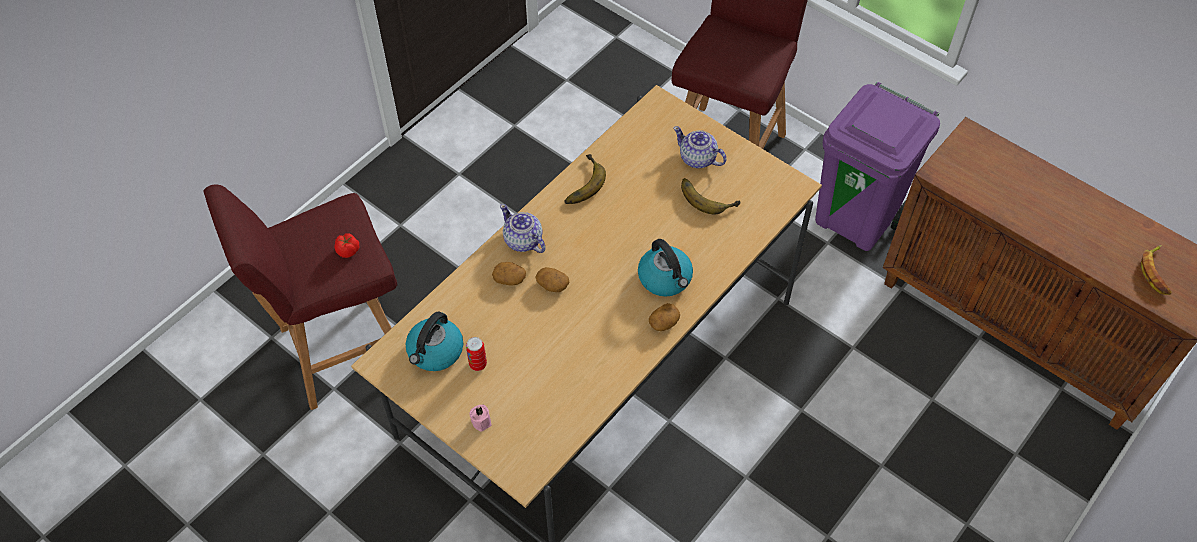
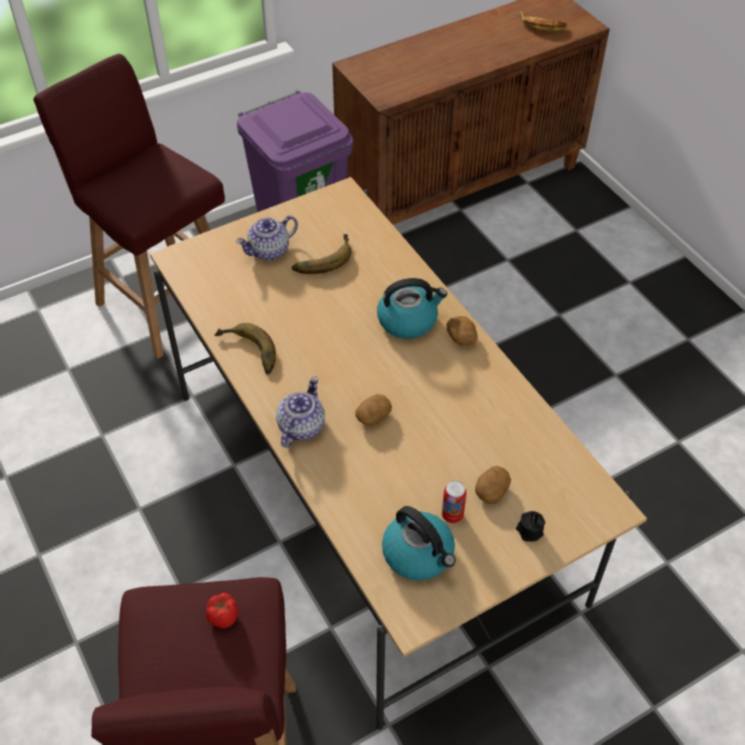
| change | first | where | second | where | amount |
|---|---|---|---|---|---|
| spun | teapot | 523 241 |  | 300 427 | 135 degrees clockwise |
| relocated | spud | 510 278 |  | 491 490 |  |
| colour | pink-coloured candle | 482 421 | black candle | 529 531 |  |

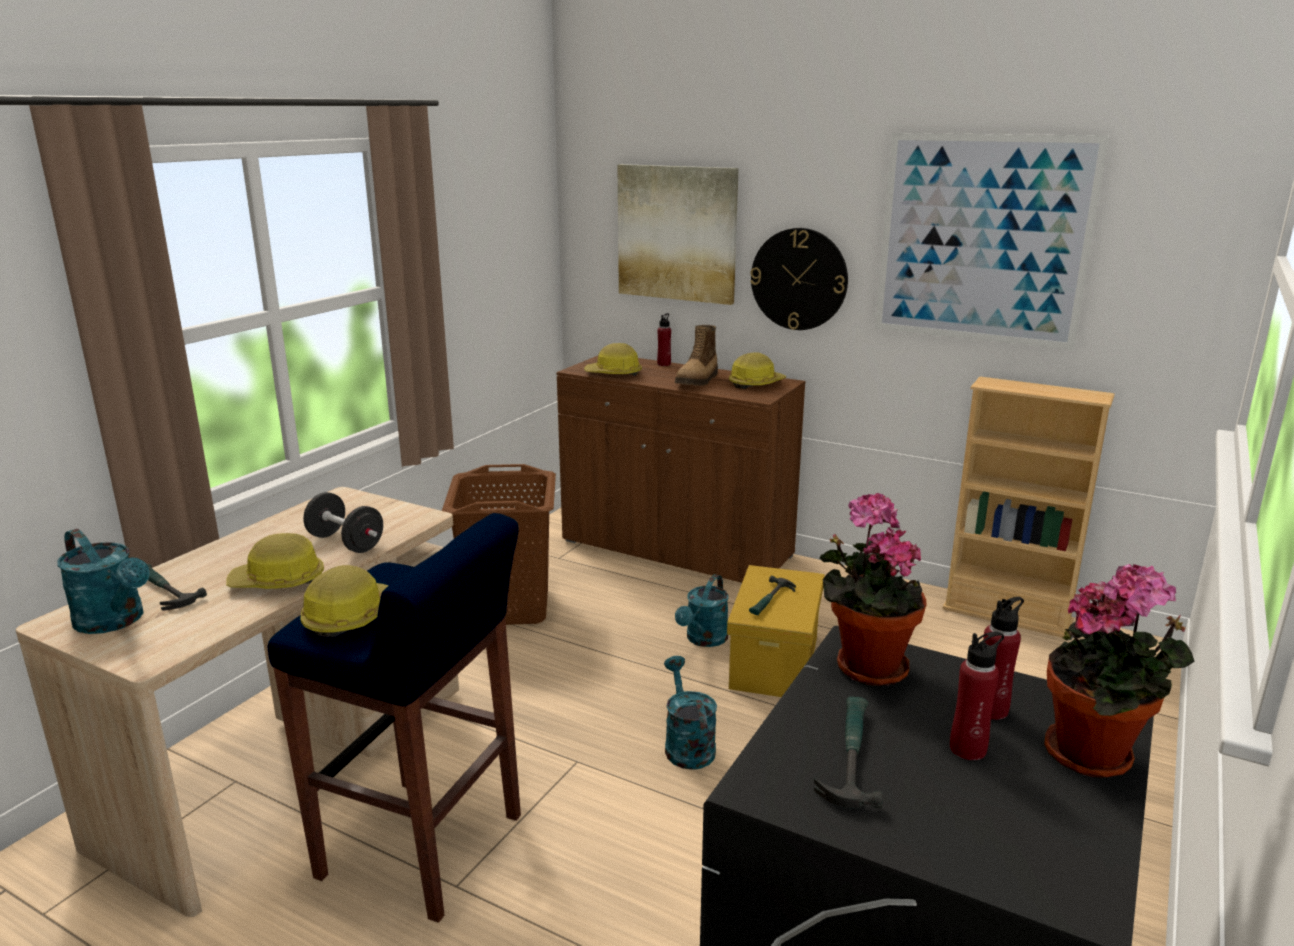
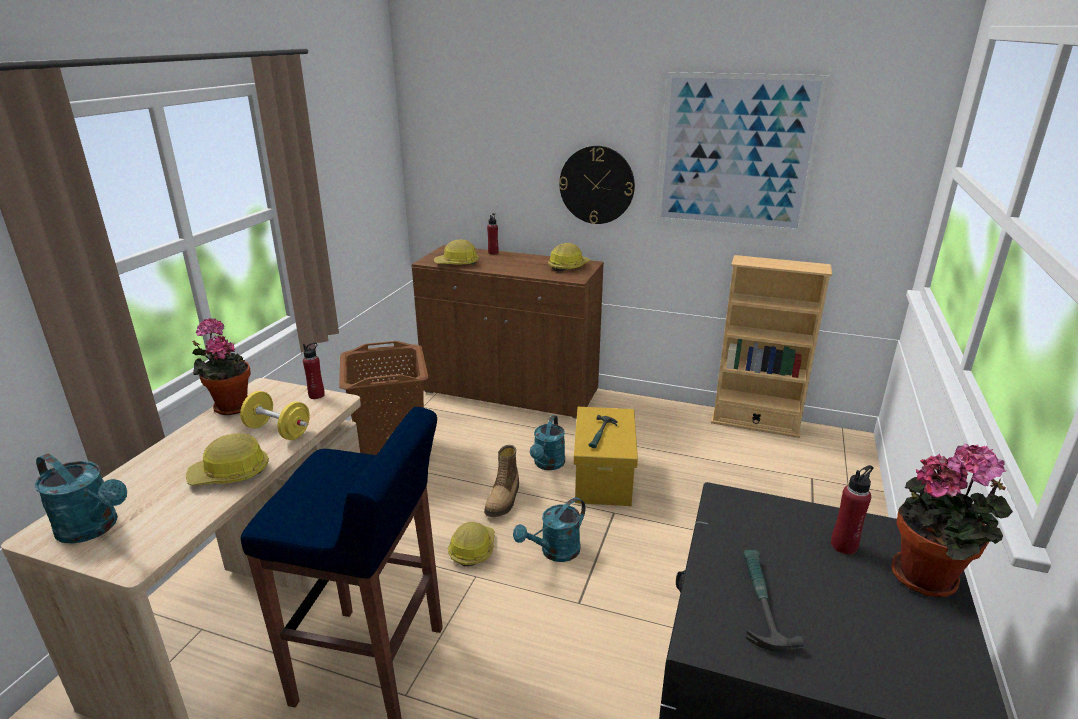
| change | first | where | second | where | amount |
|---|---|---|---|---|---|
| missing | picture | 677 233 |  |  |  |
| relocated | boot | 698 381 |  | 503 500 |  |
| colour | black dumbbell | 345 543 | yellowish dumbbell | 278 431 |  |
| relocated | plant in a pot | 865 666 |  | 230 406 |  |
| missing | hammer | 164 591 |  |  |  |
| relocated | safety helmet | 349 616 |  | 472 549 |  |
| relocated | reddish bottle | 968 749 |  | 316 395 |  |
| spun | turquoise-coloured sprinkling can | 686 745 |  | 554 552 | 105 degrees counterclockwise |

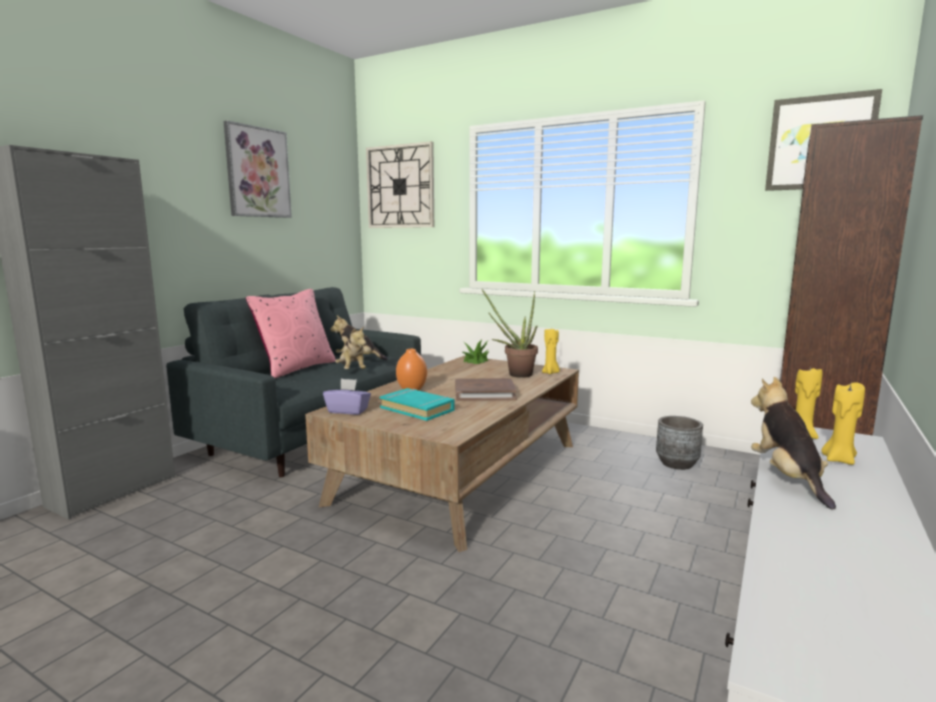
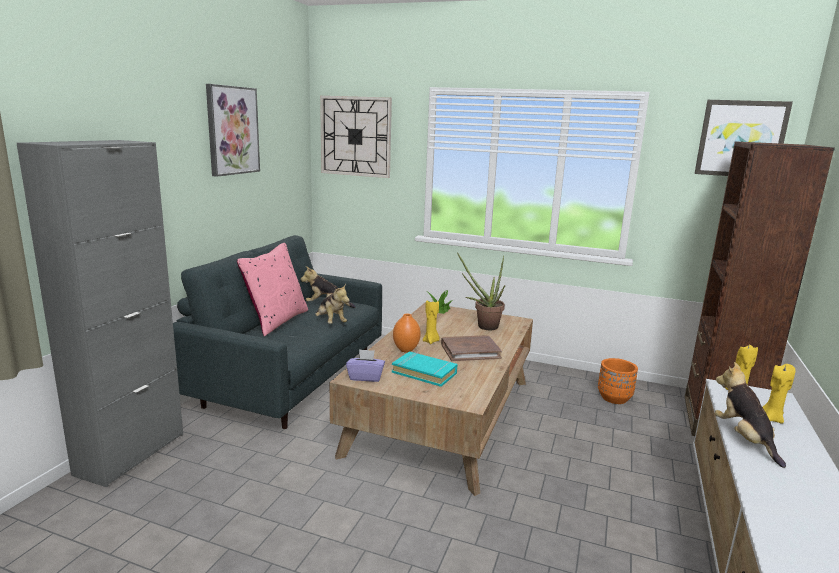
| change | first | where | second | where | amount |
|---|---|---|---|---|---|
| relocated | yellowish candle | 550 373 |  | 431 341 |  |
| colour | grey flower pot | 677 464 | orangey flower pot | 614 398 |  |

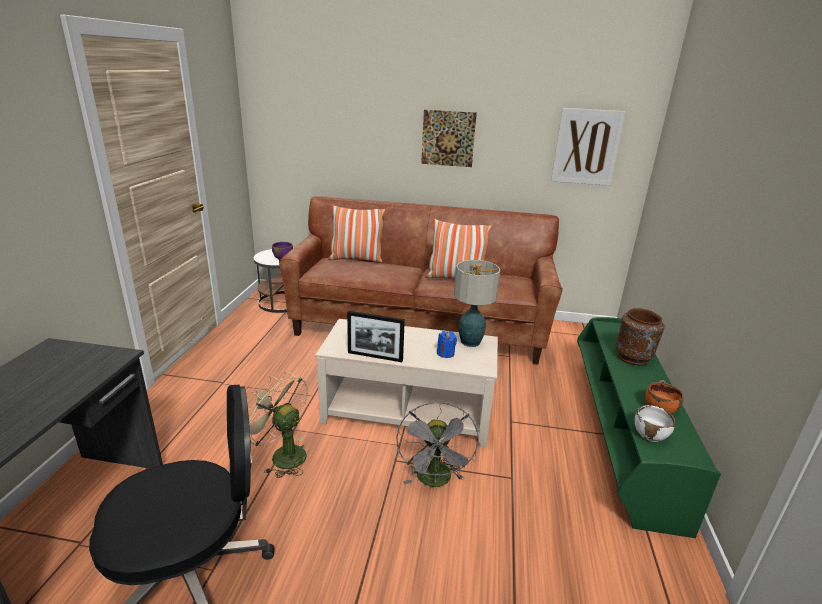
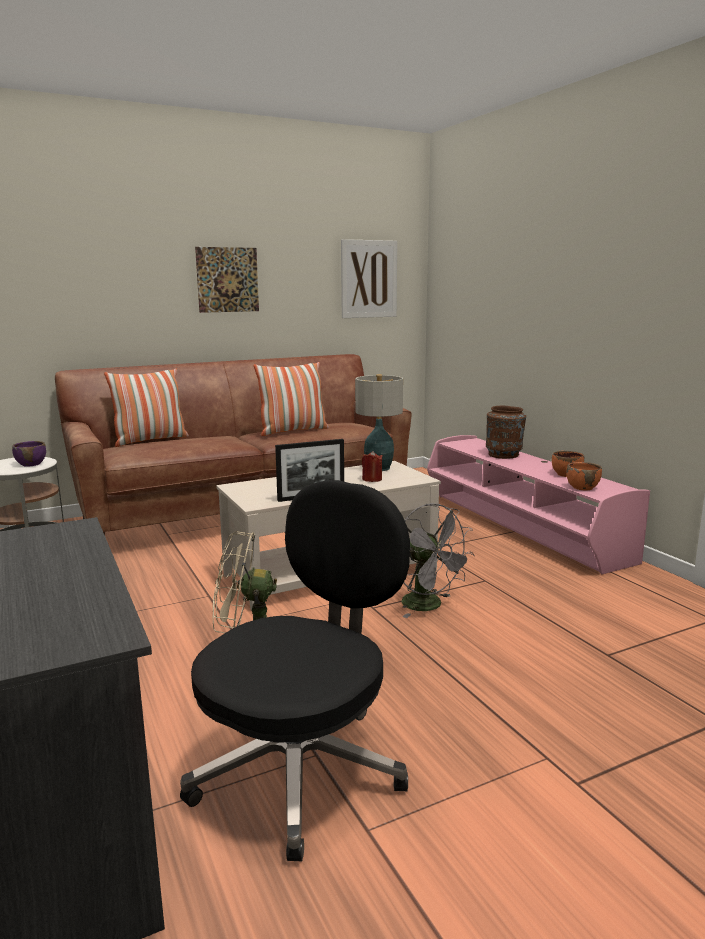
| change | first | where | second | where | amount |
|---|---|---|---|---|---|
| colour | green tv unit | 620 432 | pink-coloured tv unit | 520 527 |  |
| colour | blue candle | 445 353 | reddish candle | 372 479 |  |
| colour | white-coloured deep dish | 650 435 | orangey deep dish | 582 487 |  |

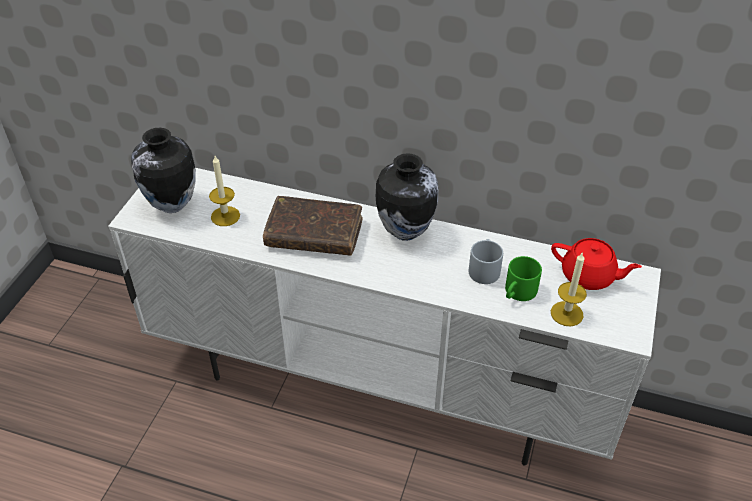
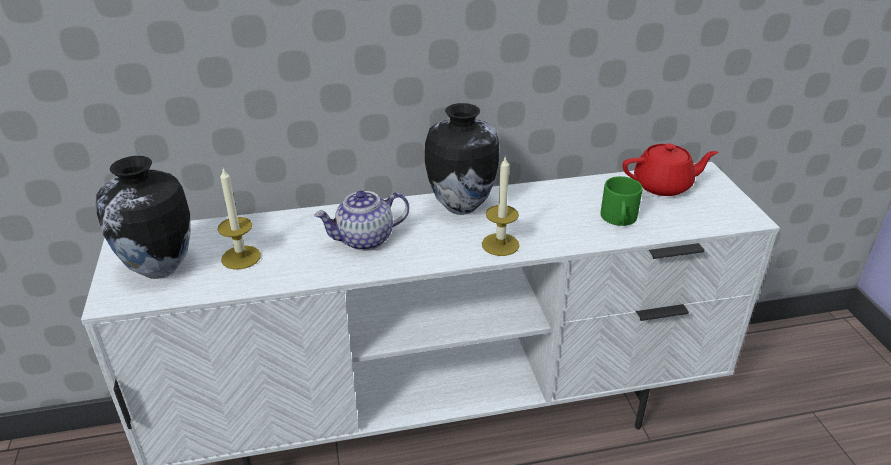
| change | first | where | second | where | amount |
|---|---|---|---|---|---|
| exchanged | brown bound book | 314 234 | teapot | 364 240 |  |
| missing | grey tea mug | 484 268 |  |  |  |
| relocated | candle | 566 313 |  | 500 244 |  |

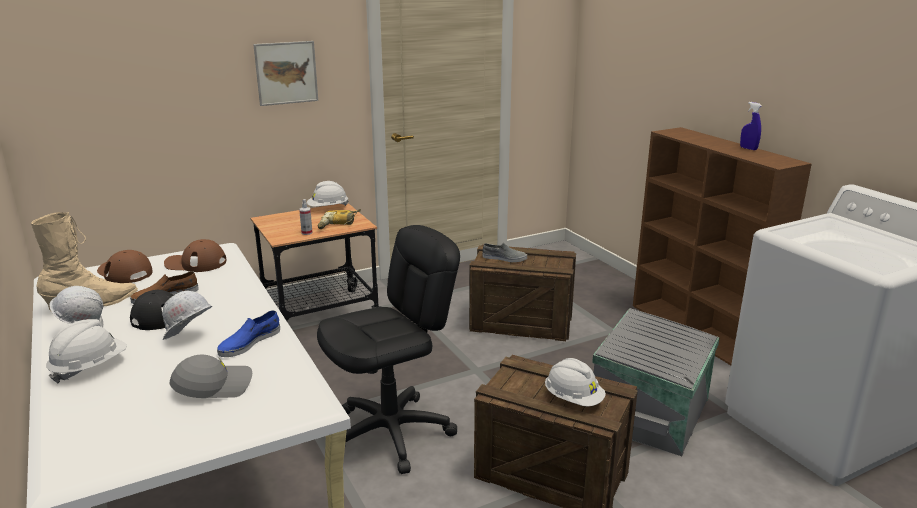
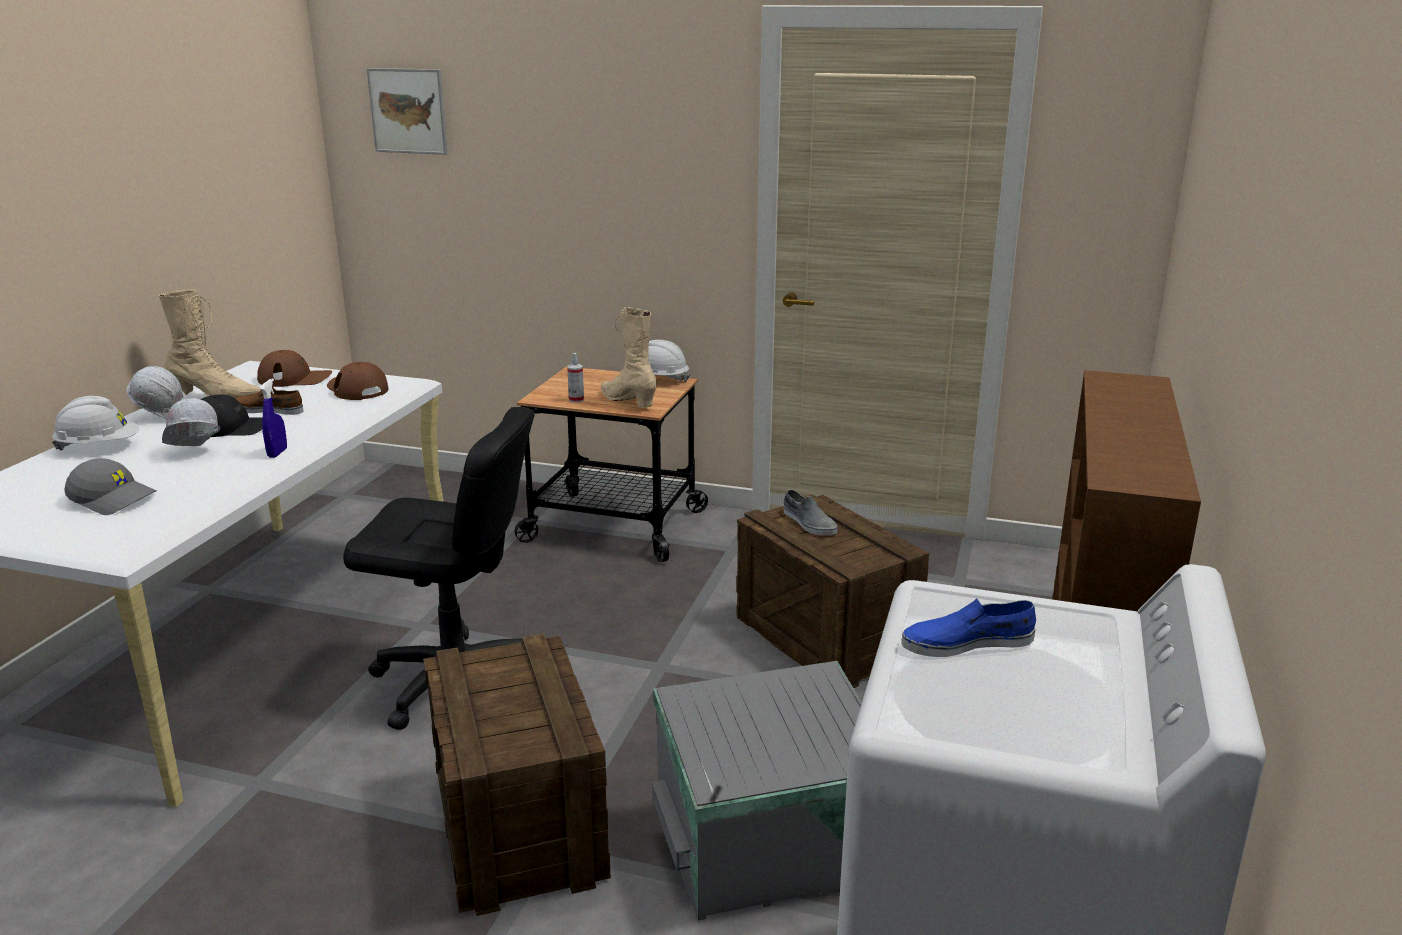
| change | first | where | second | where | amount |
|---|---|---|---|---|---|
| relocated | picture | 286 73 |  | 408 111 |  |
| relocated | blue sprayer | 748 148 |  | 277 453 |  |
| exchanged | drill | 339 224 | beige-coloured boot | 628 401 |  |
| spun | brown peaked cap | 124 273 |  | 295 378 | 90 degrees clockwise |
| relocated | blue shoe | 249 342 |  | 966 642 |  |
| missing | white-coloured safety helmet | 573 399 |  |  |  |

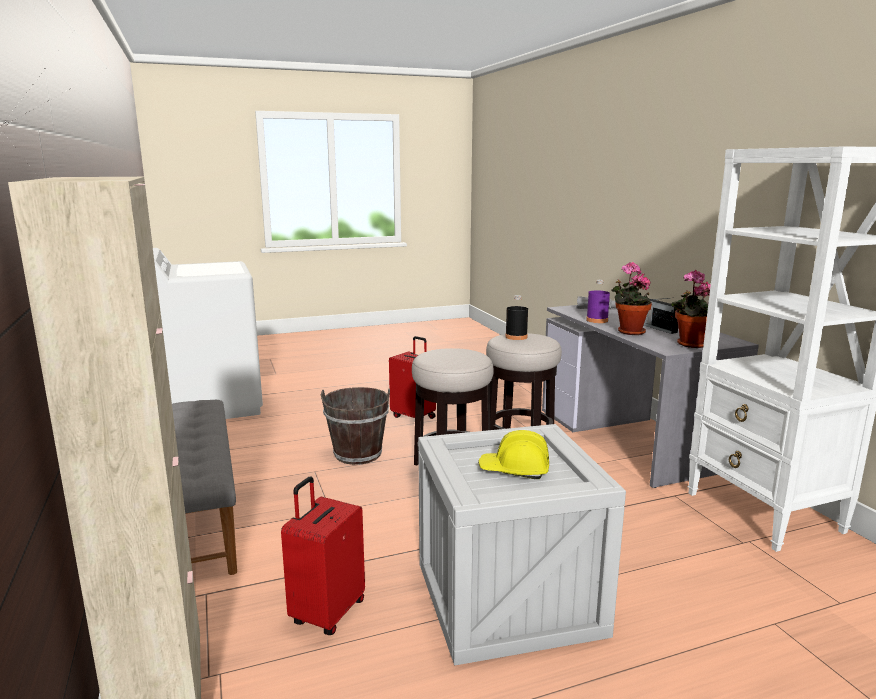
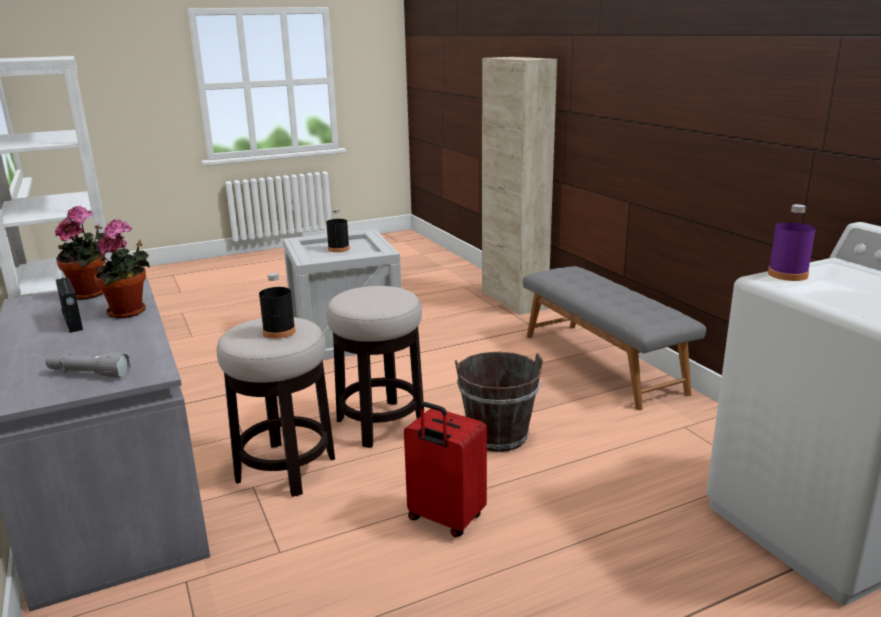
| change | first | where | second | where | amount |
|---|---|---|---|---|---|
| relocated | purplish bottle | 597 320 |  | 787 275 |  |
| exchanged | yellowish safety helmet | 514 470 | black bottle | 338 249 |  |
| missing | reddish suitcase | 327 612 |  |  |  |

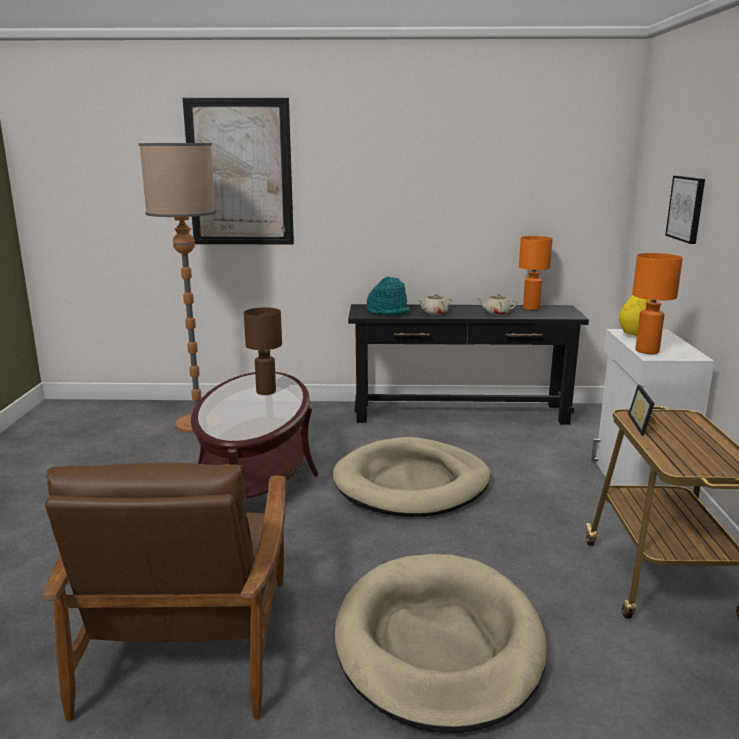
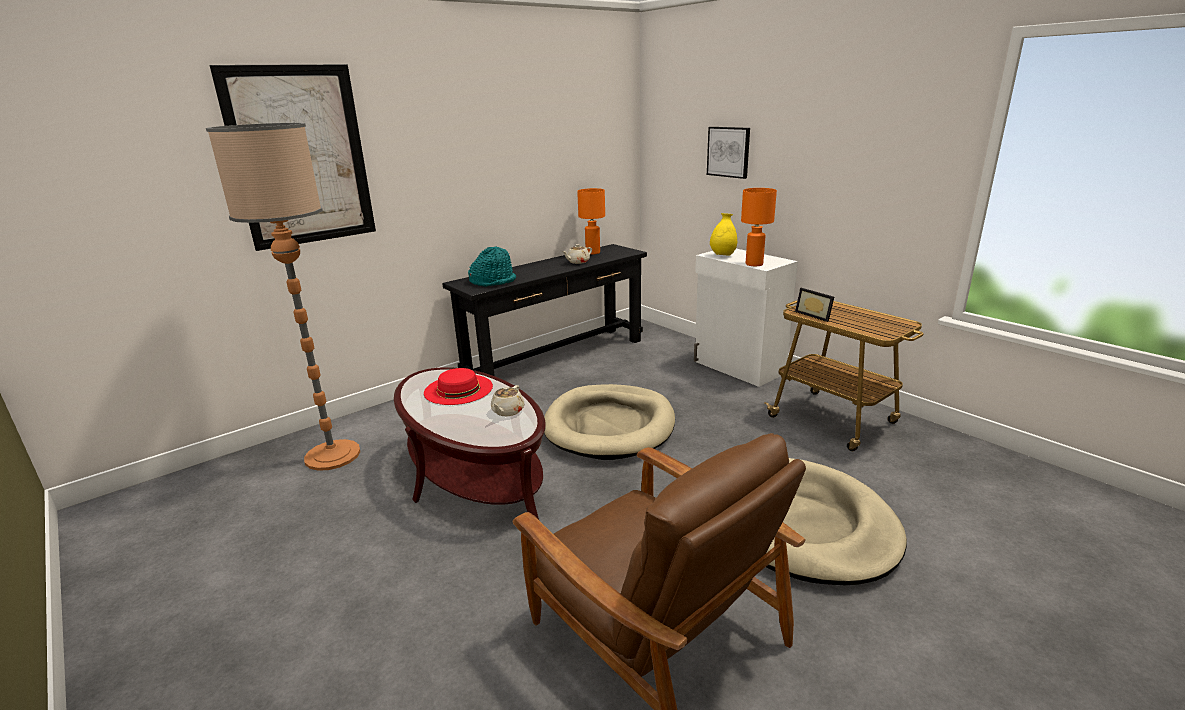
| change | first | where | second | where | amount |
|---|---|---|---|---|---|
| relocated | beige-coloured teapot | 434 313 |  | 507 411 |  |
| exchanged | brown table lamp | 265 391 | reddish clothing hat | 458 389 |  |

